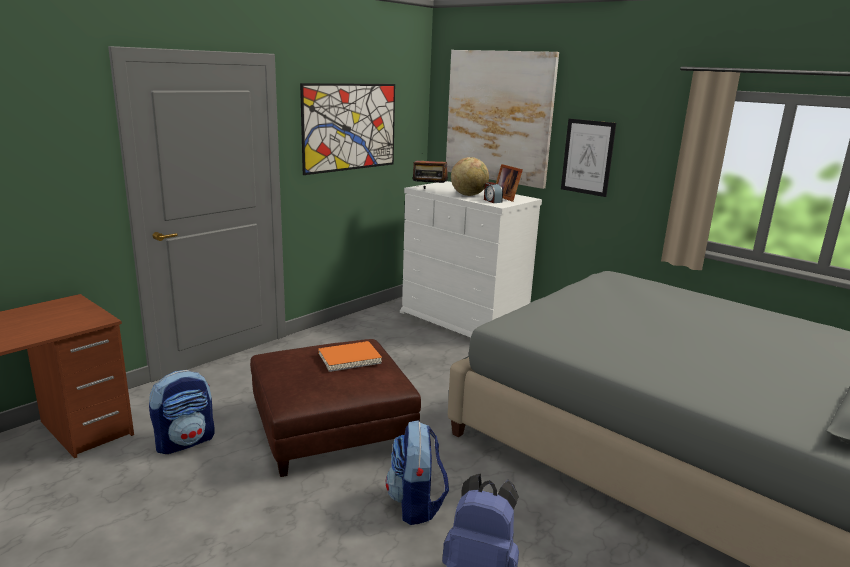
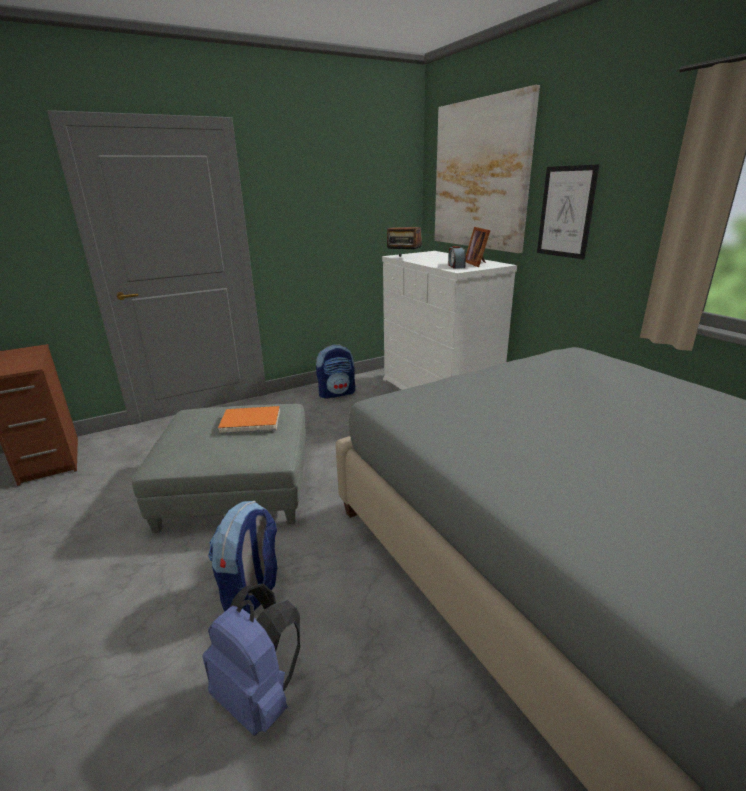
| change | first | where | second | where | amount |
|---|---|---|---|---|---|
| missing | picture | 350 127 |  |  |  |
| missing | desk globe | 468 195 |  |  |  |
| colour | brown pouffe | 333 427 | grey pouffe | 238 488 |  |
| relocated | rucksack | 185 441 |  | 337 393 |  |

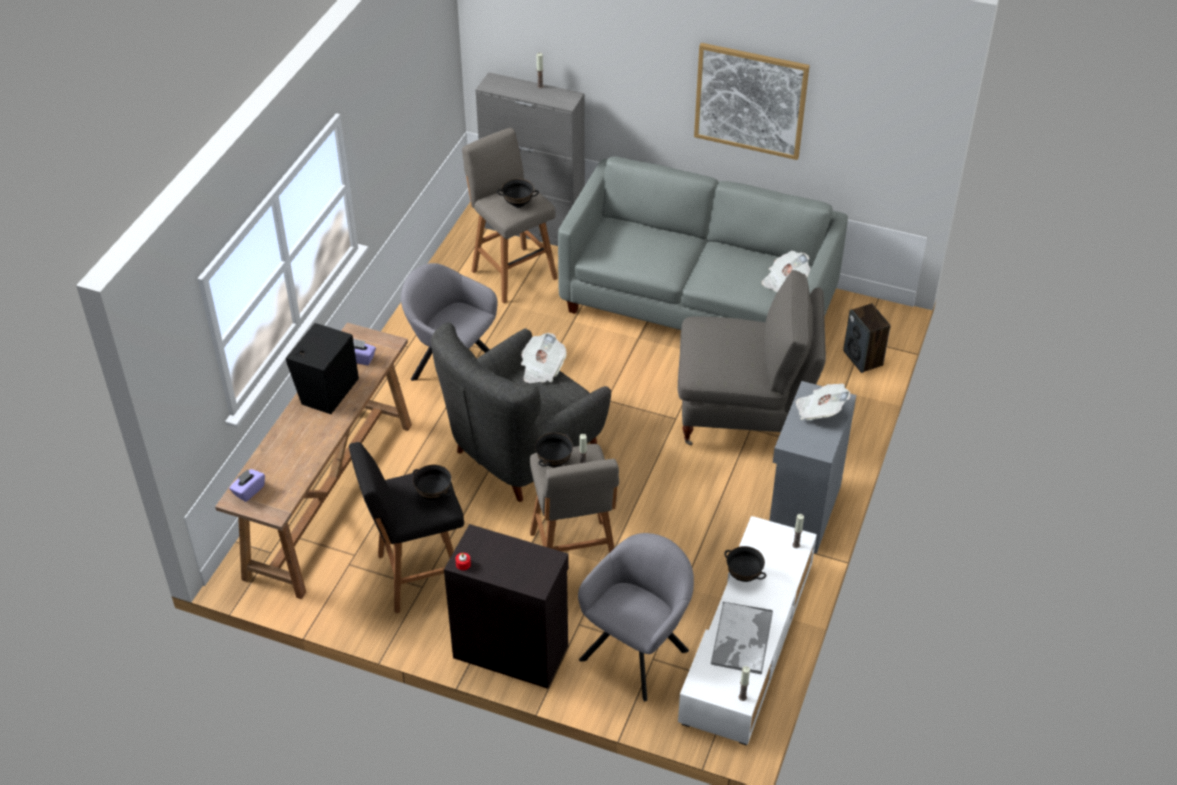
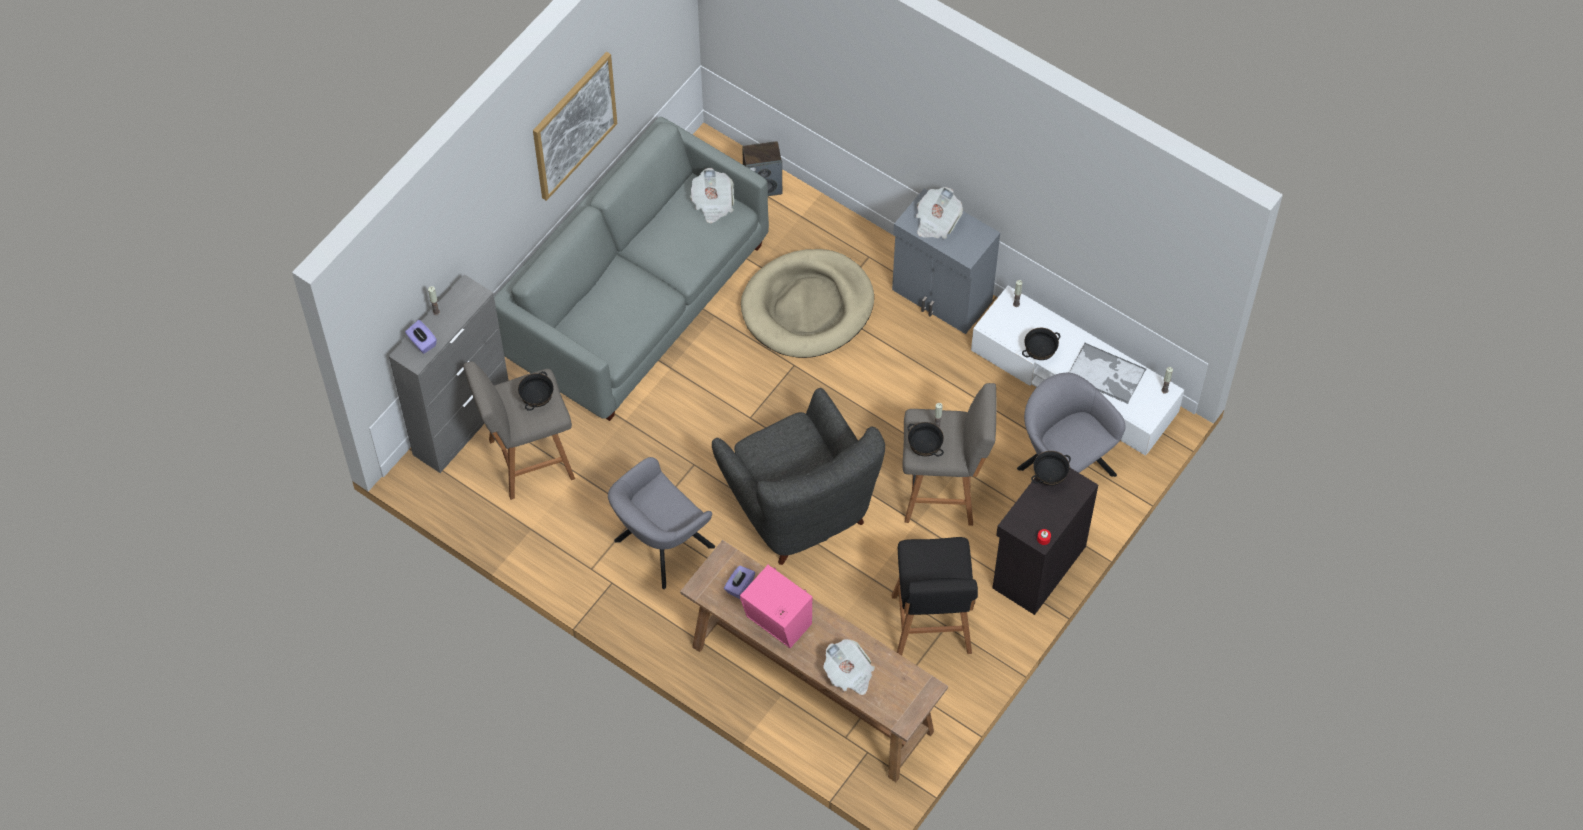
| change | first | where | second | where | amount |
|---|---|---|---|---|---|
| exchanged | grey lounge chair | 744 415 | beige-coloured dog cushion | 807 307 |  |
| colour | black loudspeaker | 326 391 | pink-coloured loudspeaker | 778 623 |  |
| relocated | printed paper | 541 369 |  | 849 674 |  |
| relocated | black deep dish | 433 495 |  | 1049 477 |  |
| relocated | purplish tissue holder | 249 491 |  | 422 342 |  |

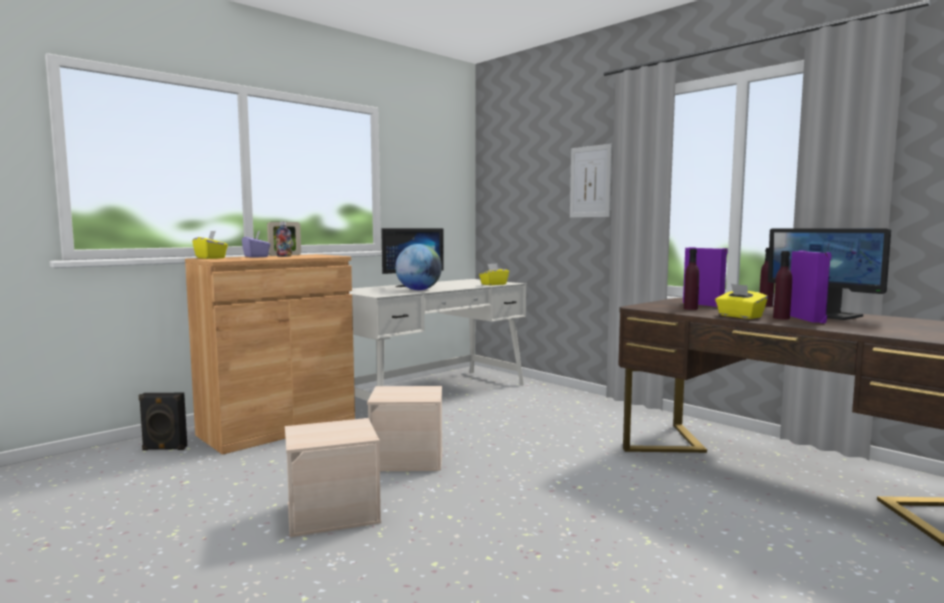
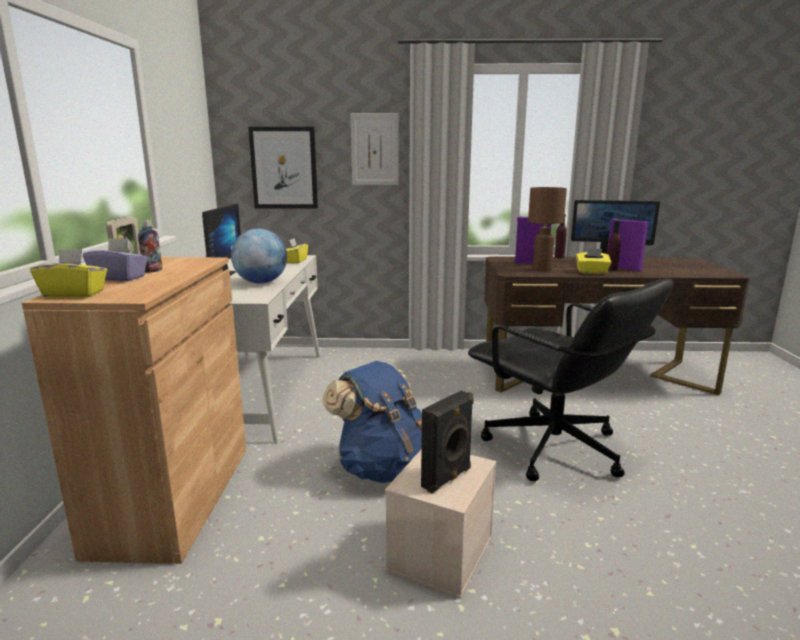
| change | first | where | second | where | amount |
|---|---|---|---|---|---|
| exchanged | purplish bottle | 690 308 | brown table lamp | 542 269 |  |
| exchanged | beige-coloured storage bin | 408 459 | blue rucksack | 383 468 |  |
| relocated | black loudspeaker | 164 448 |  | 447 478 |  |
| appeared |  |  | picture | 284 168 |  |
| appeared |  |  | black desk chair | 554 449 |  |

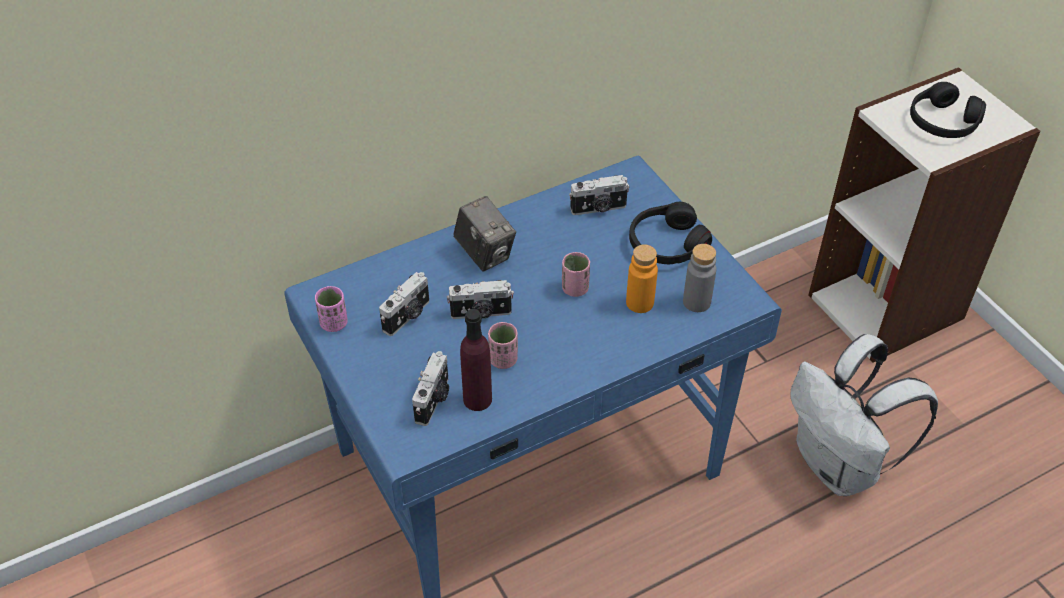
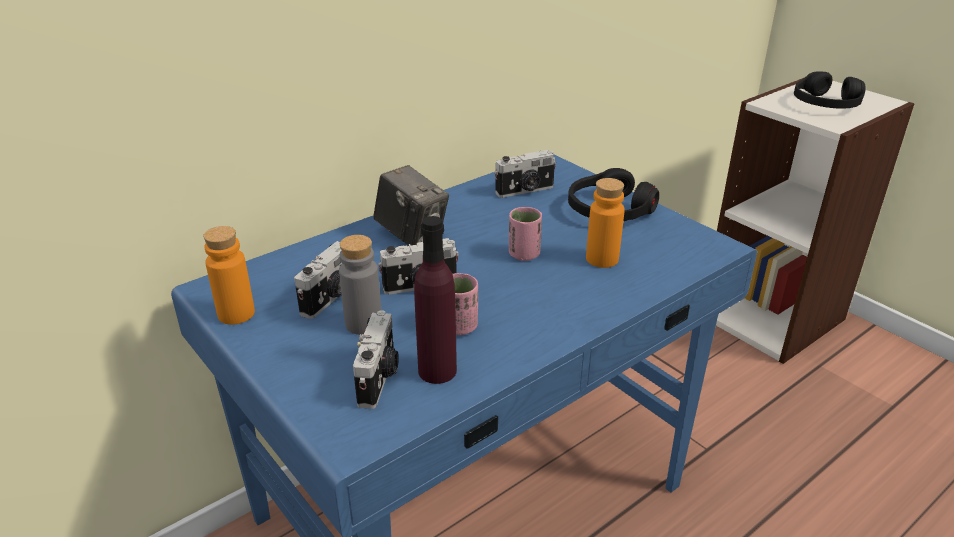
| change | first | where | second | where | amount |
|---|---|---|---|---|---|
| relocated | grey bottle | 696 302 |  | 363 323 |  |
| exchanged | pink-coloured drinking cup | 334 323 | orangey bottle | 236 314 |  |
| missing | white-coloured rucksack | 840 466 |  |  |  |

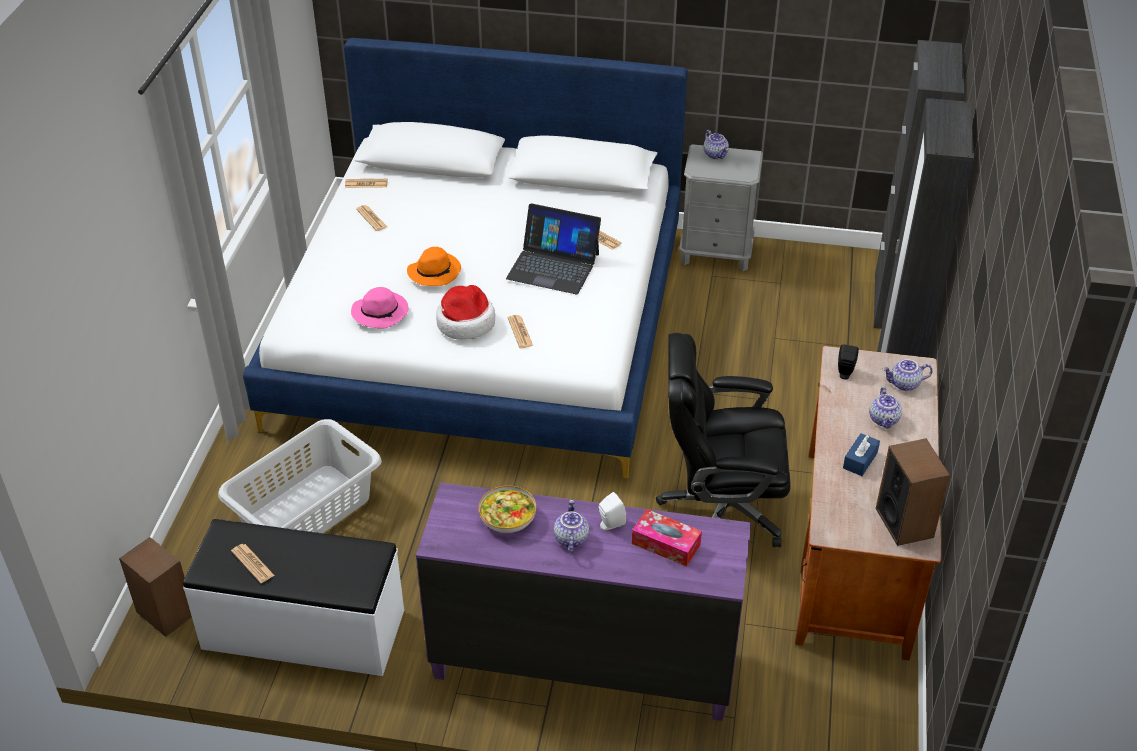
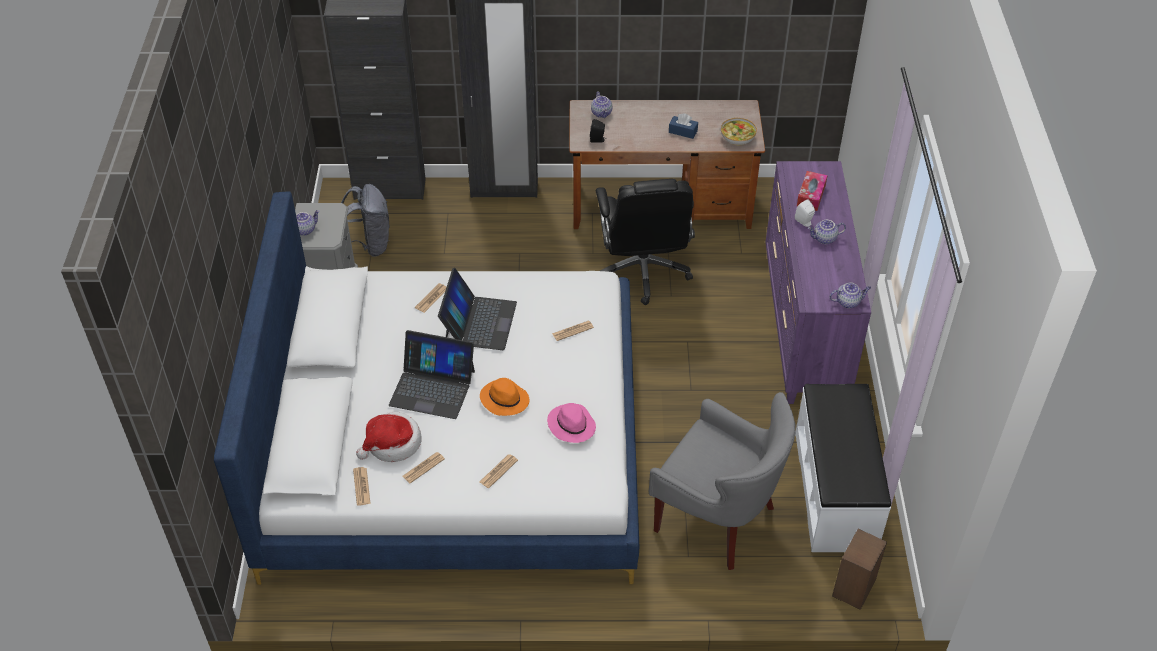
| change | first | where | second | where | amount |
|---|---|---|---|---|---|
| relocated | clothing hat | 465 322 |  | 392 444 |  |
| relocated | teapot | 884 420 |  | 848 302 |  |
| exchanged | grey laundry basket | 305 510 | grey lounge chair | 717 521 |  |
| missing | loudspeaker | 904 522 |  |  |  |
| relocated | deep dish | 508 519 |  | 738 137 |  |
| relocated | printed paper | 252 563 |  | 498 471 |  |
| appeared |  |  | grey rucksack | 369 244 |  |
| appeared |  |  | portable computer | 432 387 |  |

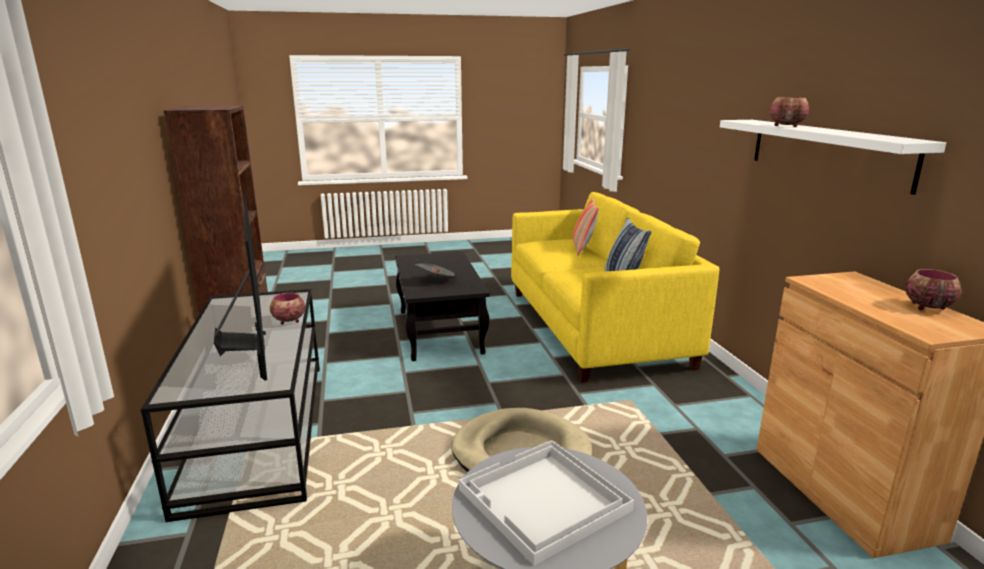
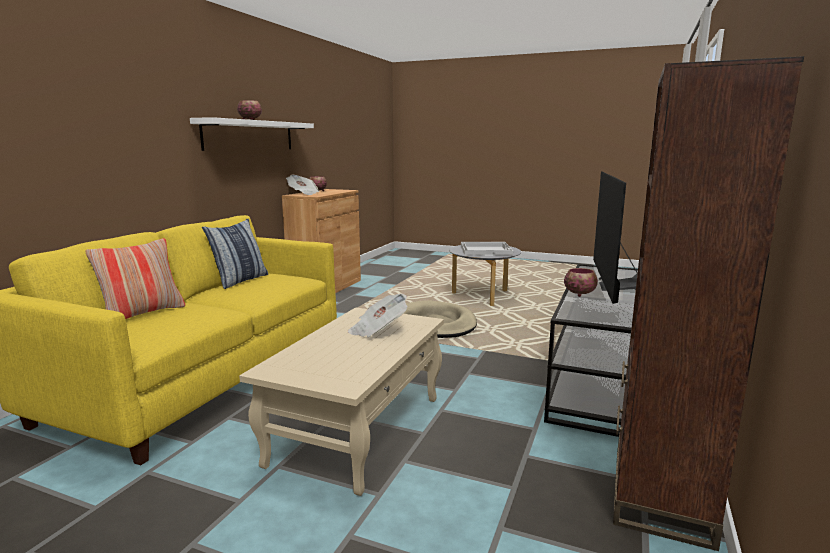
| change | first | where | second | where | amount |
|---|---|---|---|---|---|
| colour | black coffee table | 440 331 | beige-coloured coffee table | 358 429 |  |
| appeared |  |  | printed paper | 303 194 |  |

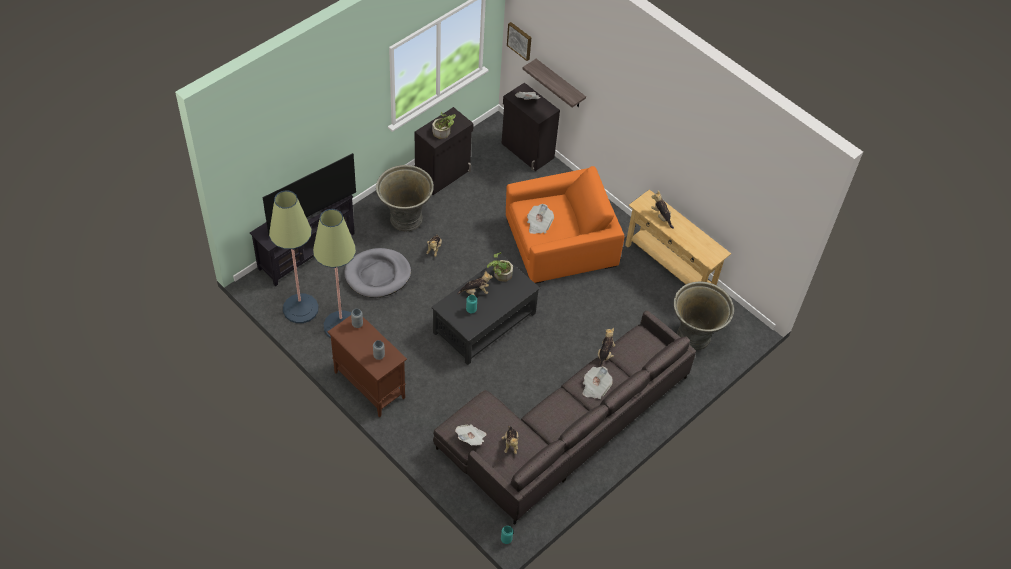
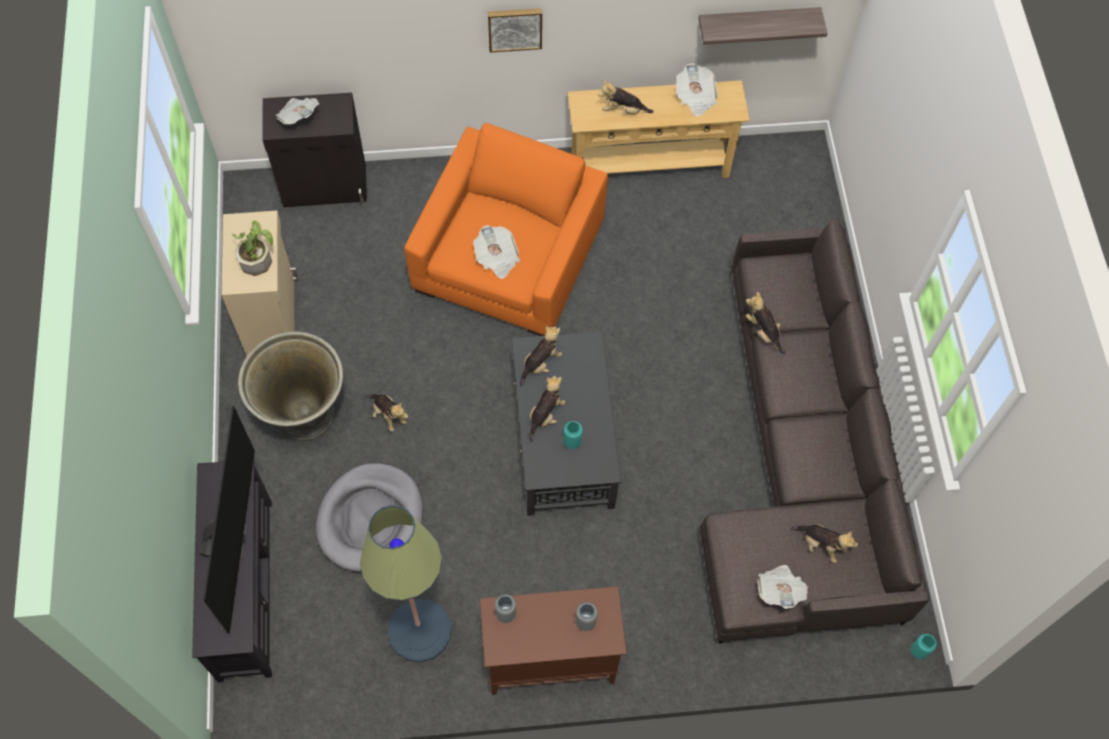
| change | first | where | second | where | amount |
|---|---|---|---|---|---|
| relocated | picture | 520 40 |  | 515 28 |  |
| relocated | bracket shelf | 560 84 |  | 757 23 |  |
| colour | black cupboard | 443 175 | beige-coloured cupboard | 272 315 |  |
| missing | floor lamp | 300 308 |  |  |  |
| exchanged | plant in a pot | 500 274 | soft toy | 541 363 |  |
| missing | grey flower pot | 694 336 |  |  |  |
| relocated | printed paper | 595 387 |  | 695 98 |  |

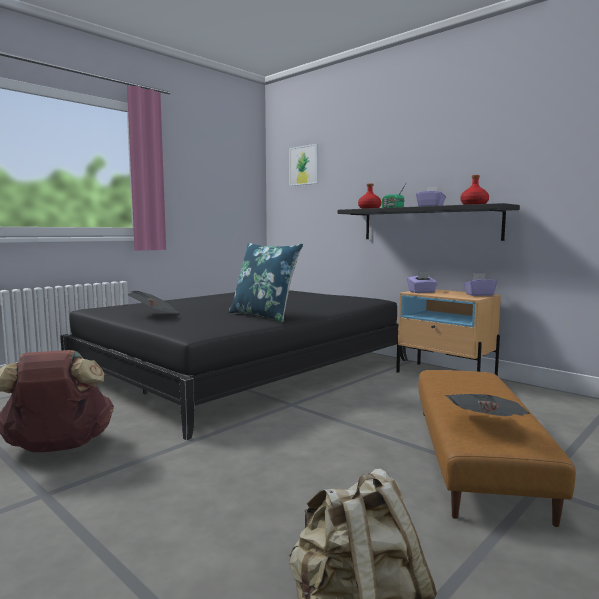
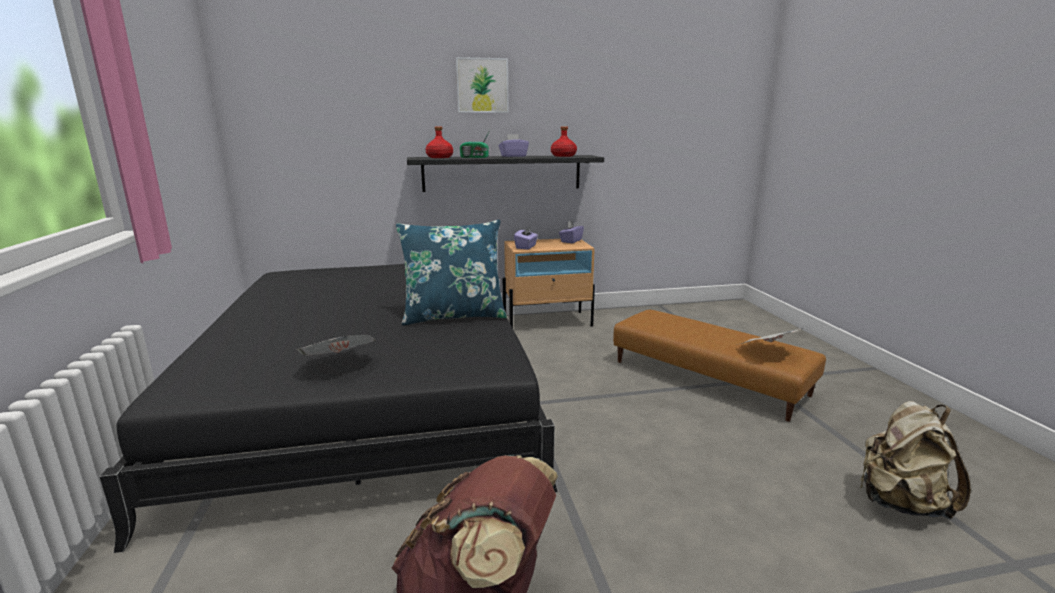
| change | first | where | second | where | amount |
|---|---|---|---|---|---|
| relocated | picture | 304 165 |  | 482 85 |  |

